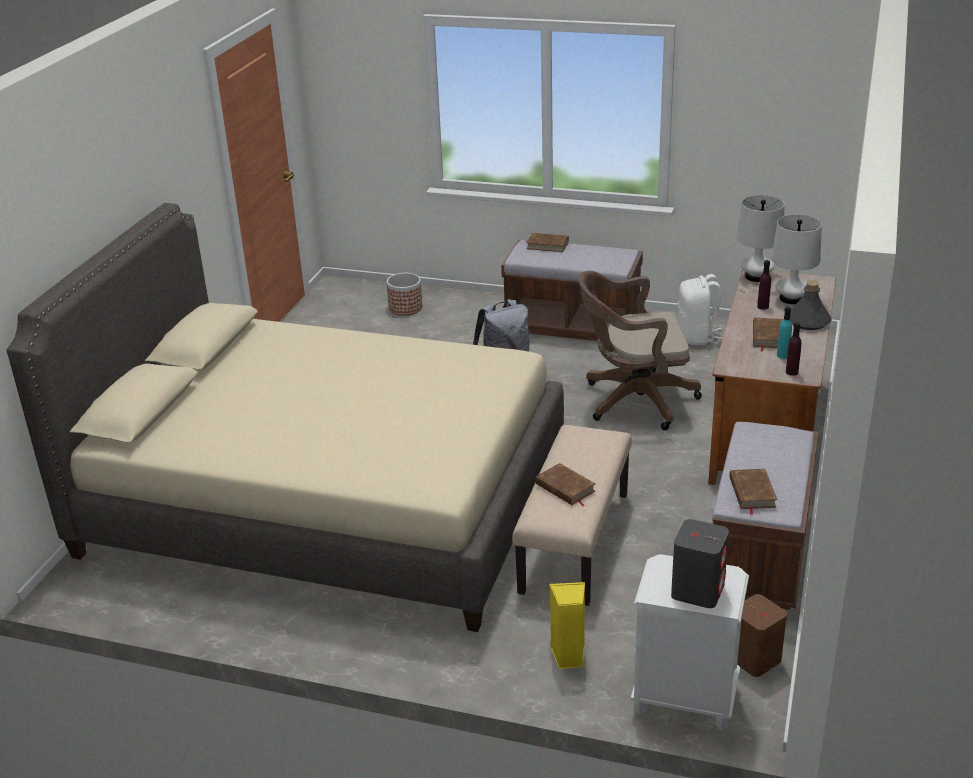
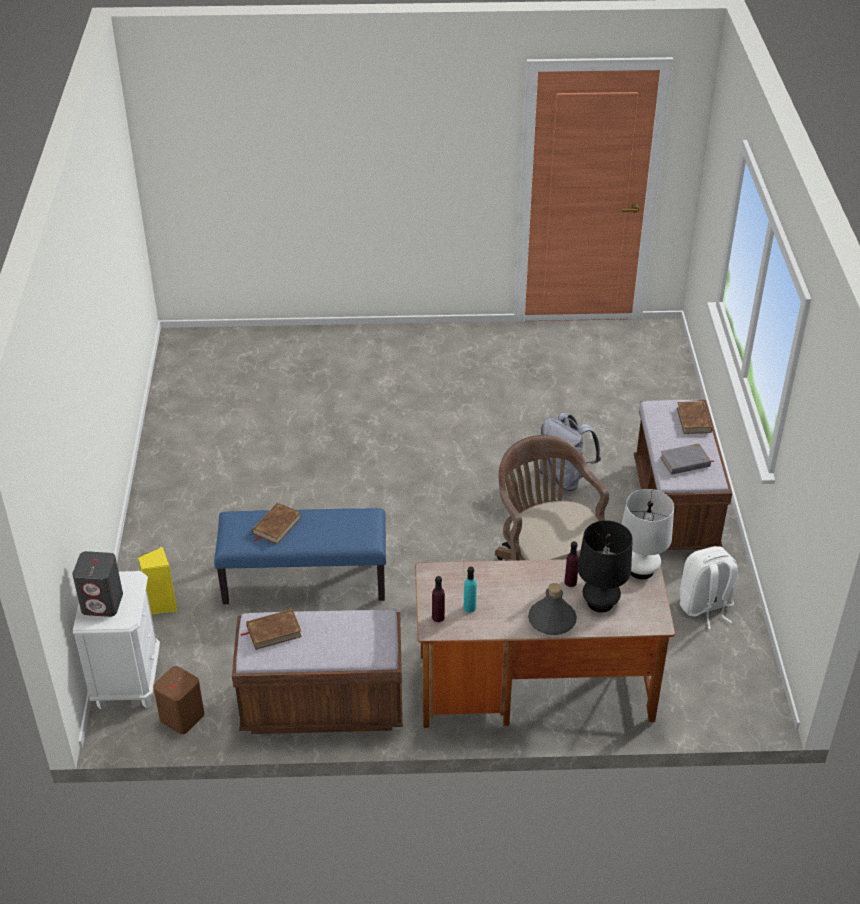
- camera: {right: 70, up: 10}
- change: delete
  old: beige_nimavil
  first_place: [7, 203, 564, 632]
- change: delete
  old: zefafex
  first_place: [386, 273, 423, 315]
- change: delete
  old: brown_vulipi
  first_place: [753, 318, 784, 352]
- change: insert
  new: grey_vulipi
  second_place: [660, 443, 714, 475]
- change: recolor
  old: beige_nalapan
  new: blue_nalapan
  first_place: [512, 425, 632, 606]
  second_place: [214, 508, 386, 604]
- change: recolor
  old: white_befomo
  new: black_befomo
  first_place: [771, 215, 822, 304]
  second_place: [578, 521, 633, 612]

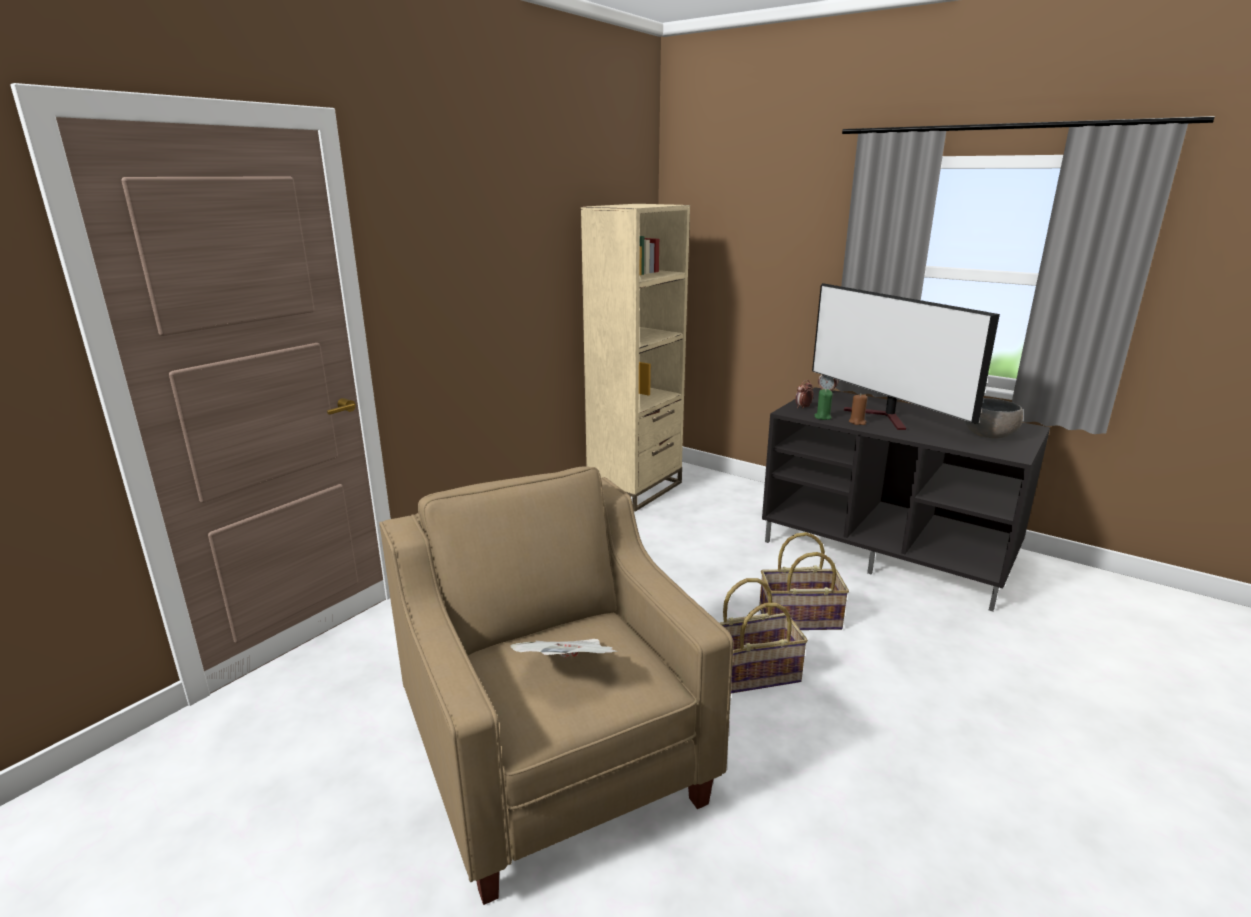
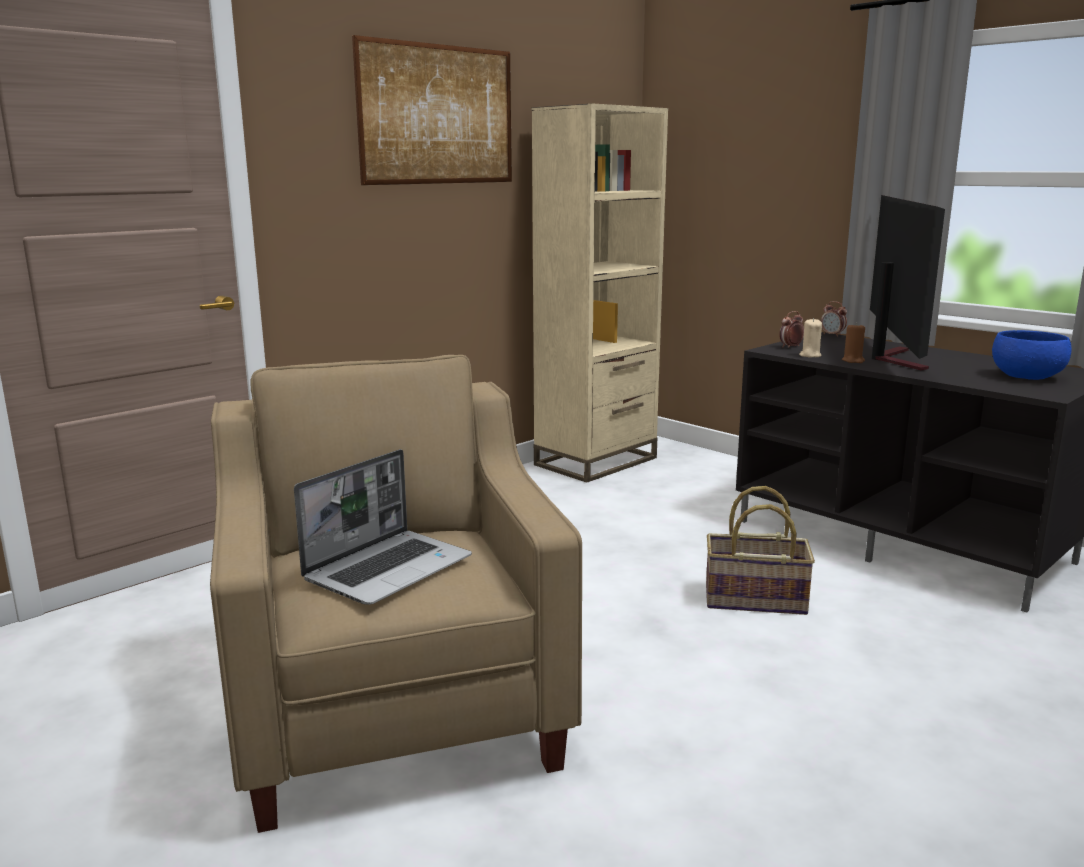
- camera: {right: 10, up: -5}
- change: delete
  old: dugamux
  first_place: [720, 578, 808, 694]
- change: insert
  new: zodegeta
  second_place: [352, 35, 512, 185]
- change: replace
  old: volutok
  new: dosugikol
  first_place: [511, 639, 618, 658]
  second_place: [294, 449, 472, 605]
- change: recolor
  old: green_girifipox
  new: beige_girifipox
  first_place: [814, 389, 833, 420]
  second_place: [799, 318, 822, 358]
- change: recolor
  old: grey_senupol
  new: blue_senupol
  first_place: [965, 398, 1023, 438]
  second_place: [992, 330, 1072, 380]
- change: rotate
  old: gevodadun
  first_place: [812, 283, 1000, 430]
  second_place: [870, 195, 945, 370]
  degrees: -150

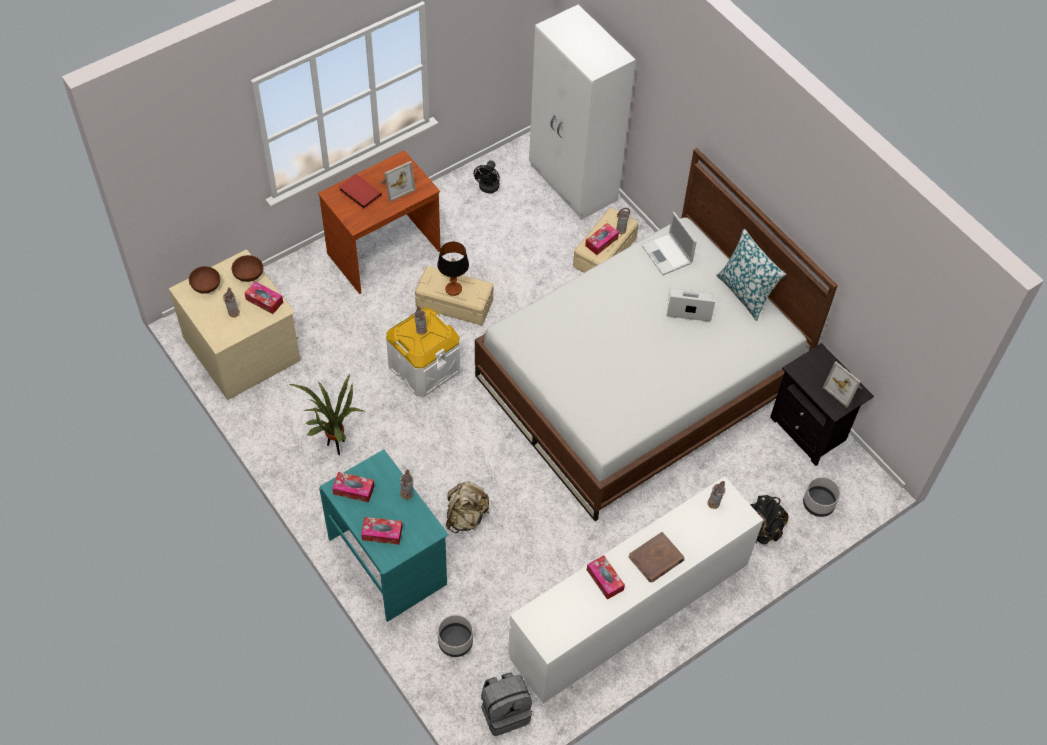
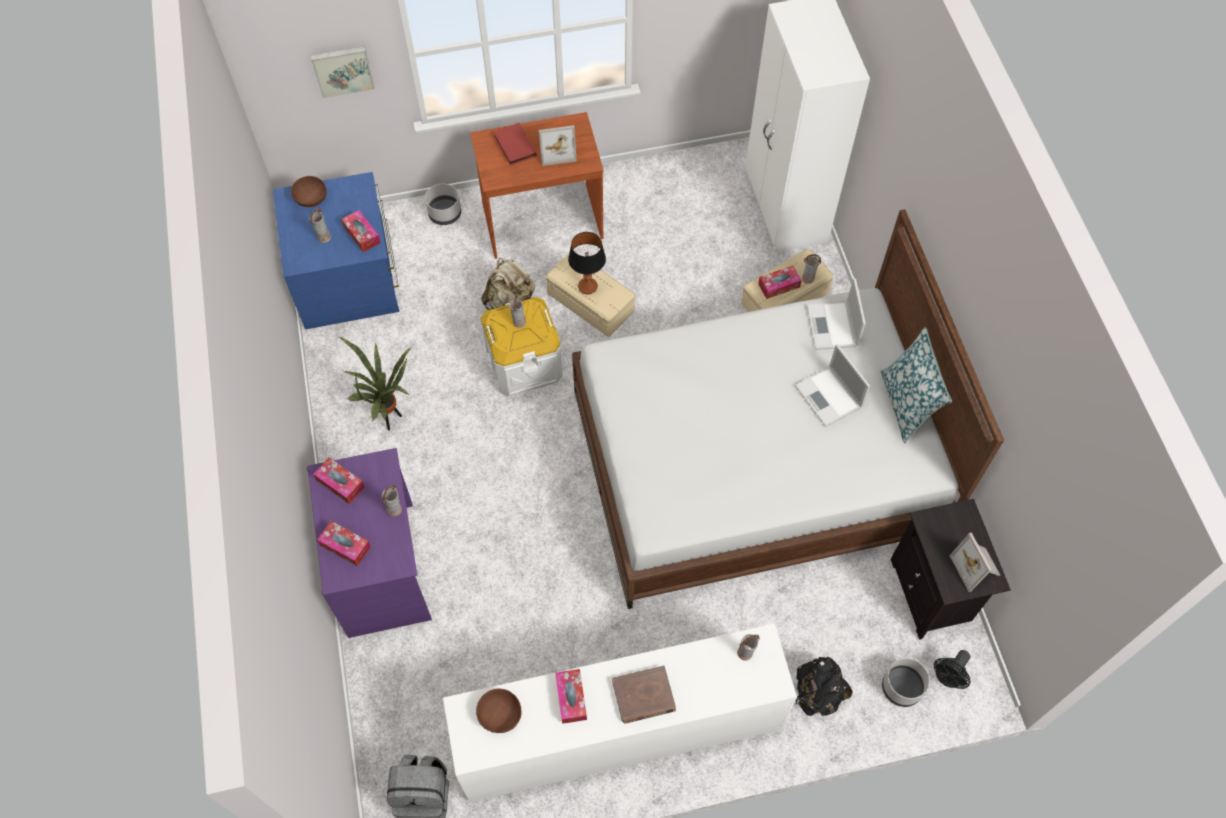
- camera: {right: 25, up: 5}
- change: insert
  new: zodegeta
  second_place: [311, 46, 375, 98]
- change: move
  old: brown_senupol
  first_place: [232, 255, 263, 282]
  second_place: [476, 689, 521, 733]
- change: move
  old: grey_zefafex
  first_place: [438, 615, 473, 657]
  second_place: [425, 184, 461, 225]
- change: move
  old: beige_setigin
  first_place: [446, 481, 489, 533]
  second_place: [481, 258, 535, 310]
- change: move
  old: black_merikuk
  first_place: [474, 160, 500, 193]
  second_place: [934, 650, 971, 689]
- change: recolor
  old: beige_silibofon
  new: blue_silibofon
  first_place: [169, 249, 301, 400]
  second_place: [273, 172, 400, 330]
- change: recolor
  old: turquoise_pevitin
  new: purple_pevitin
  first_place: [319, 449, 449, 622]
  second_place: [306, 448, 432, 638]
- change: rotate
  old: dosugikol
  first_place: [667, 288, 716, 322]
  second_place: [795, 344, 870, 427]
  degrees: -150

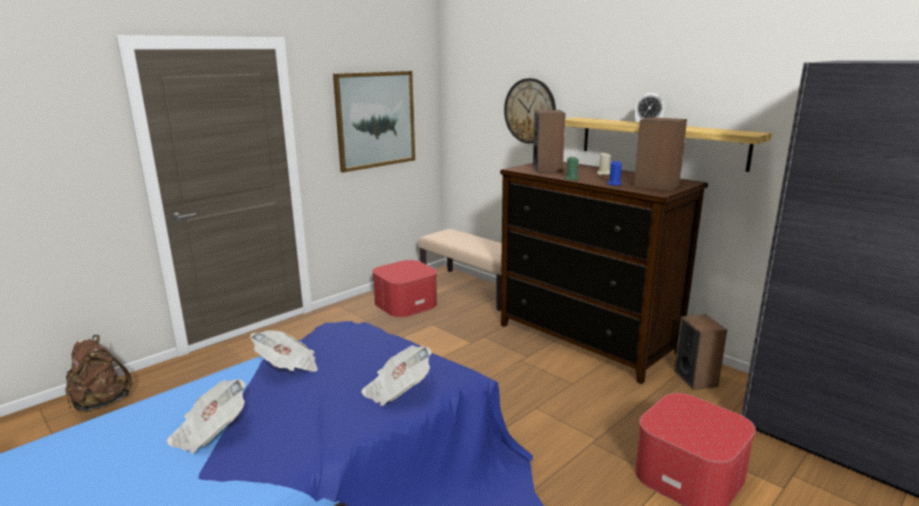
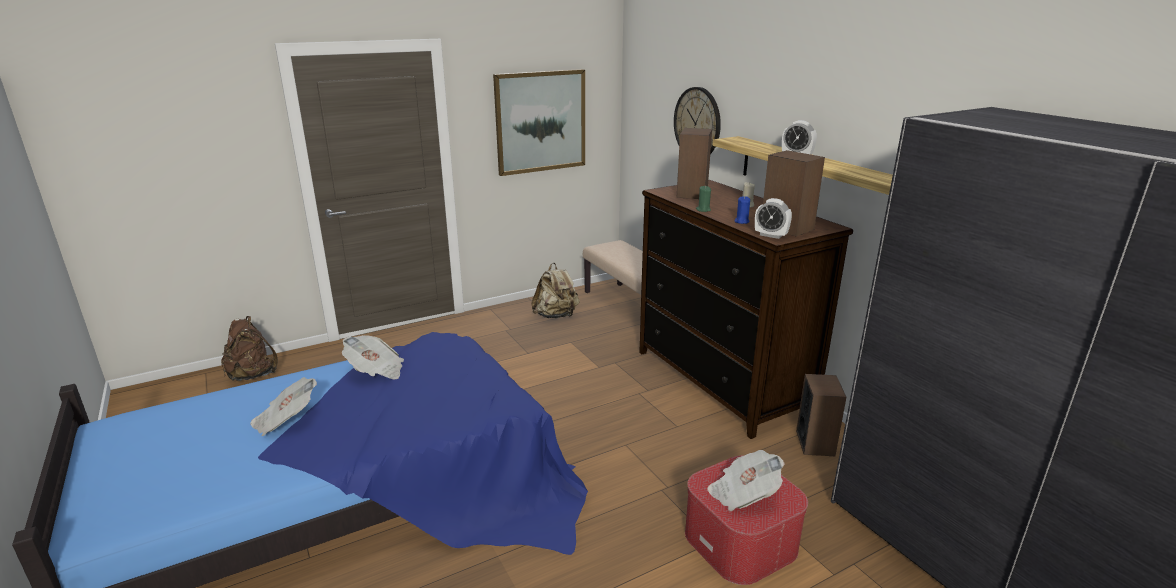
- camera: {right: 15, up: 5}
- change: insert
  new: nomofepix
  second_place: [755, 198, 792, 239]
- change: move
  old: volutok
  first_place: [361, 345, 432, 406]
  second_place: [707, 450, 785, 511]
- change: replace
  old: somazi
  new: beige_setigin
  first_place: [372, 260, 437, 318]
  second_place: [531, 263, 580, 318]

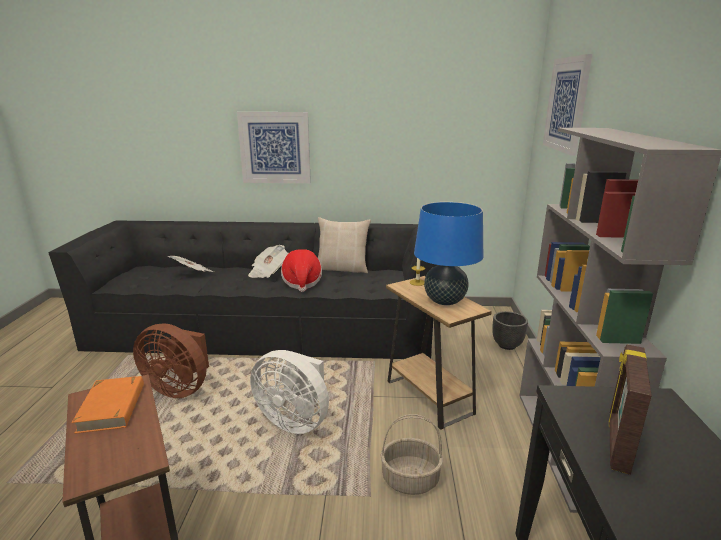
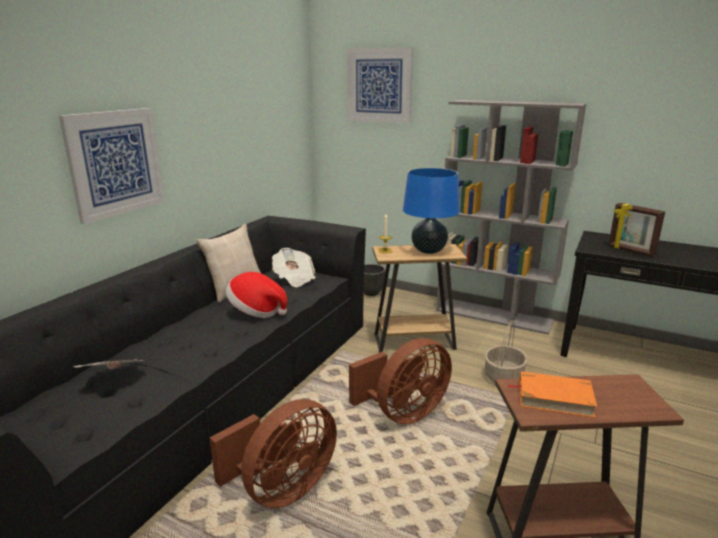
- camera: {right: -65, up: 0}
- change: move
  old: volutok
  first_place: [248, 245, 289, 278]
  second_place: [272, 248, 316, 287]
- change: recolor
  old: white_merikuk
  new: brown_merikuk
  first_place: [250, 350, 329, 434]
  second_place: [349, 338, 452, 424]

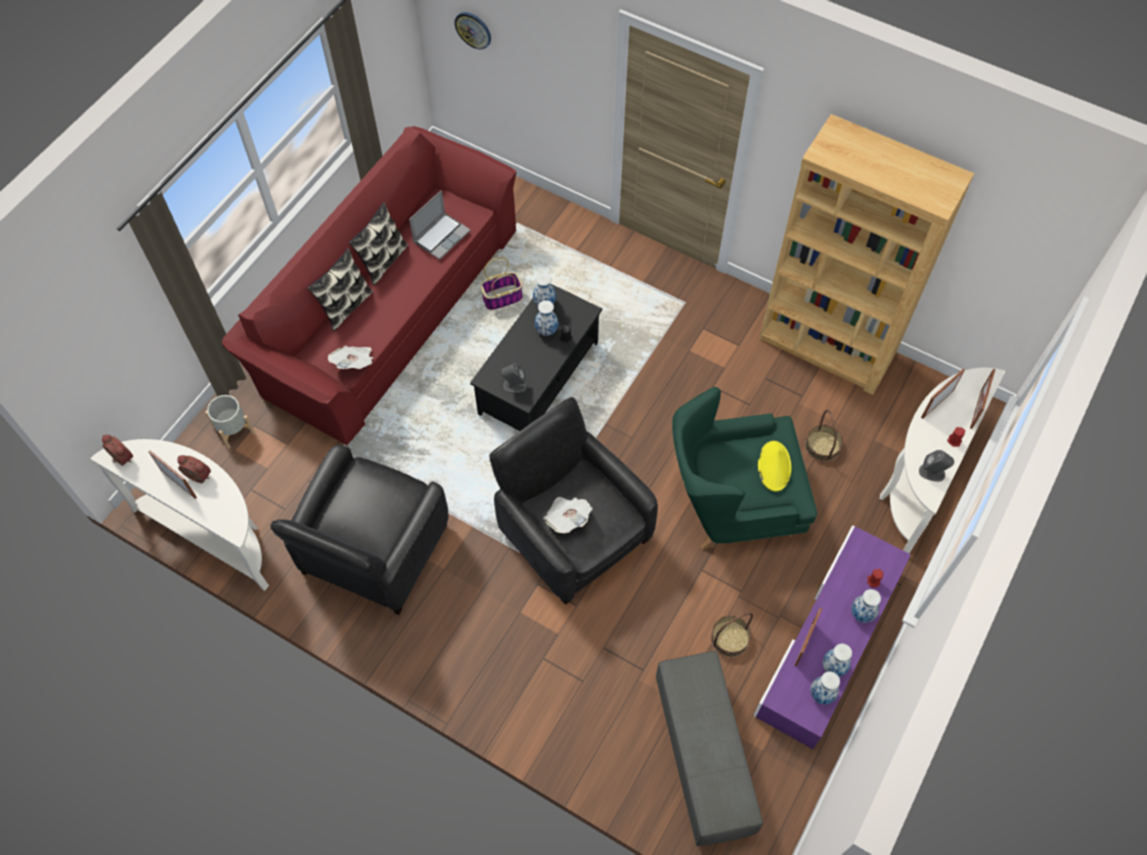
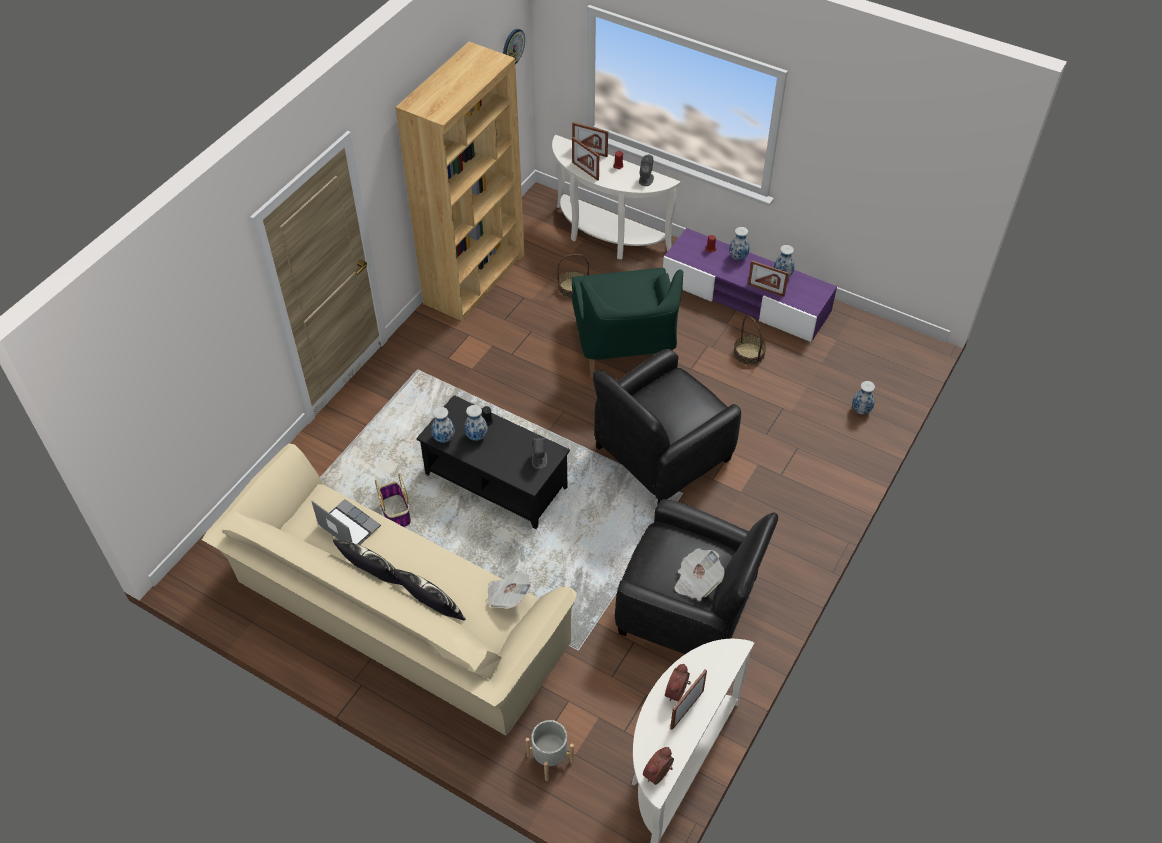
- camera: {right: -90, up: -10}
- change: delete
  old: grey_somazi
  first_place: [656, 651, 763, 846]
- change: delete
  old: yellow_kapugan
  first_place: [758, 441, 791, 491]
- change: move
  old: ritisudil
  first_place: [454, 12, 491, 49]
  second_place: [503, 29, 525, 64]
- change: move
  old: volutok
  first_place: [543, 497, 592, 533]
  second_place: [674, 548, 724, 601]
- change: move
  old: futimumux
  first_place: [810, 671, 840, 705]
  second_place: [852, 381, 875, 414]
- change: recolor
  old: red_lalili
  new: beige_lalili
  first_place: [221, 126, 517, 445]
  second_place: [202, 443, 577, 736]

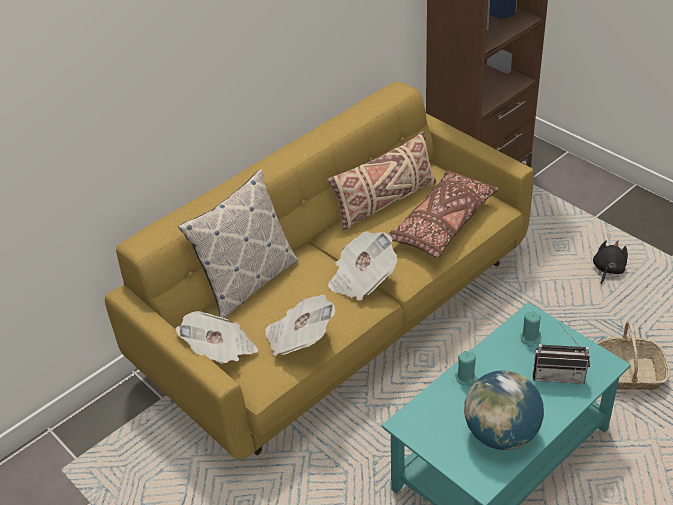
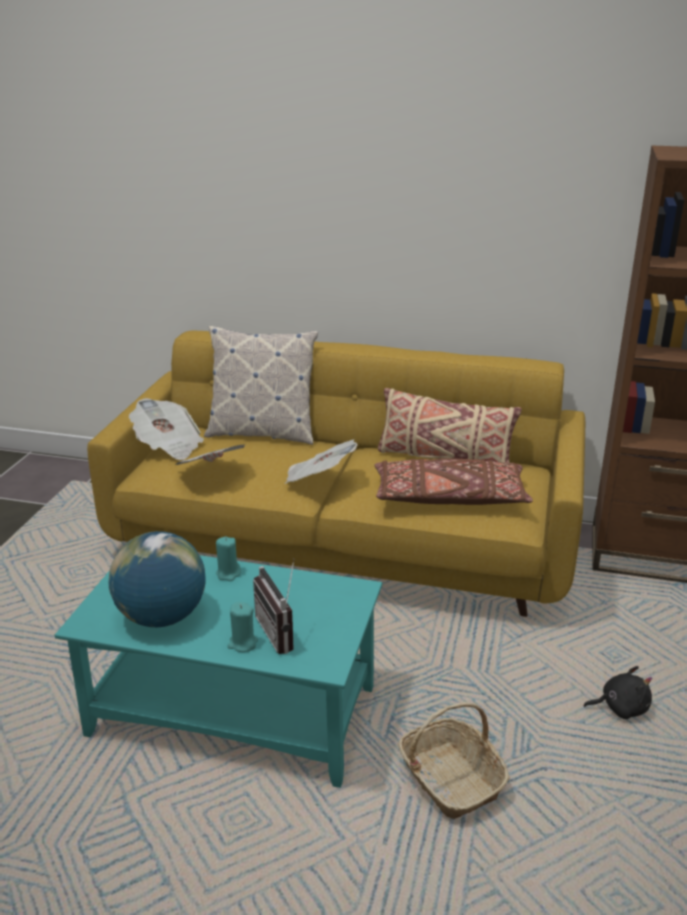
- camera: {right: 55, up: -15}
- change: move
  old: turquoise_girifipox
  first_place: [520, 311, 541, 347]
  second_place: [228, 602, 258, 652]

